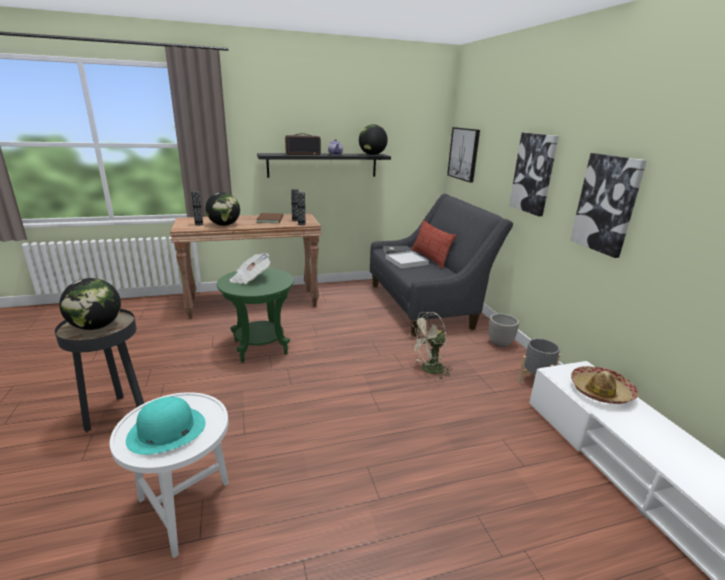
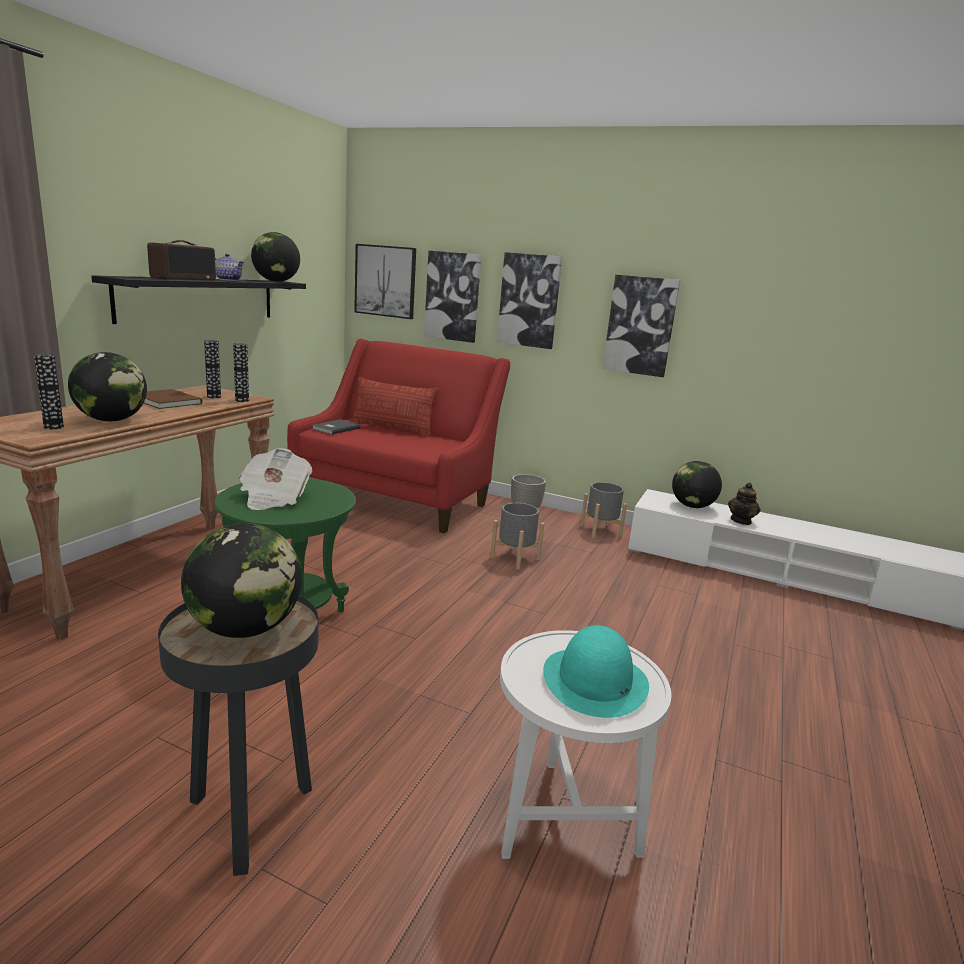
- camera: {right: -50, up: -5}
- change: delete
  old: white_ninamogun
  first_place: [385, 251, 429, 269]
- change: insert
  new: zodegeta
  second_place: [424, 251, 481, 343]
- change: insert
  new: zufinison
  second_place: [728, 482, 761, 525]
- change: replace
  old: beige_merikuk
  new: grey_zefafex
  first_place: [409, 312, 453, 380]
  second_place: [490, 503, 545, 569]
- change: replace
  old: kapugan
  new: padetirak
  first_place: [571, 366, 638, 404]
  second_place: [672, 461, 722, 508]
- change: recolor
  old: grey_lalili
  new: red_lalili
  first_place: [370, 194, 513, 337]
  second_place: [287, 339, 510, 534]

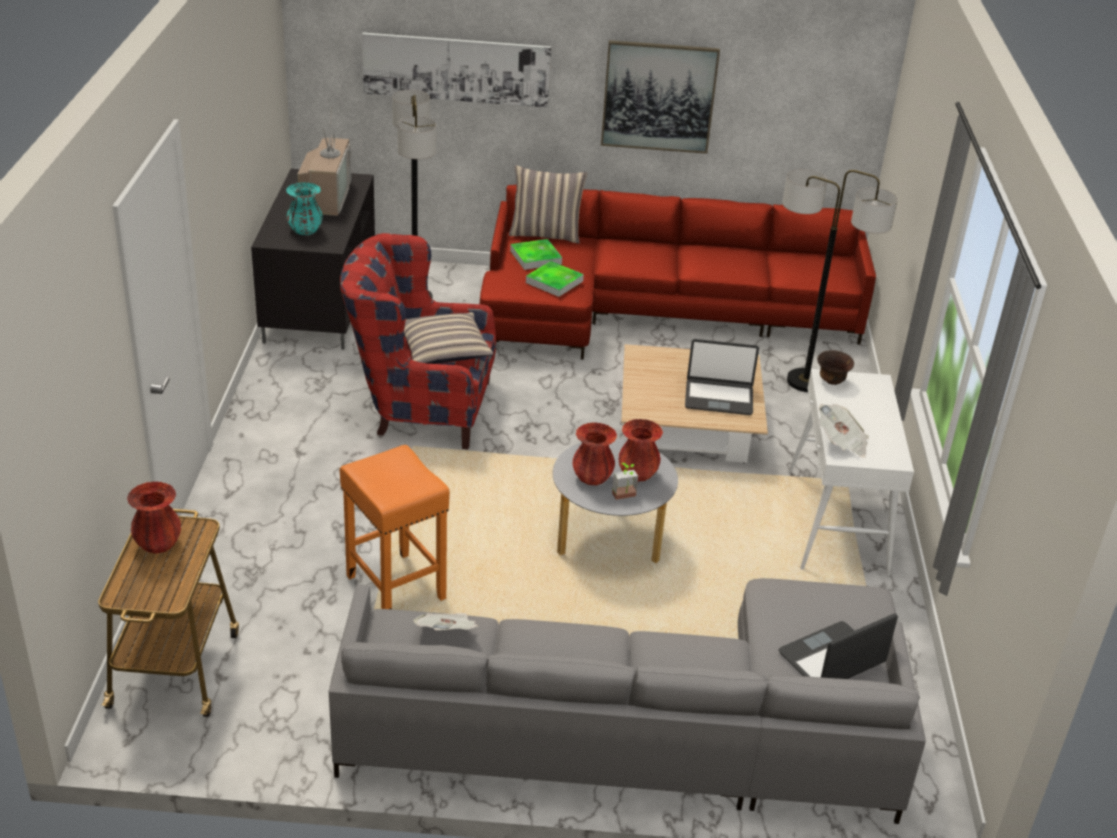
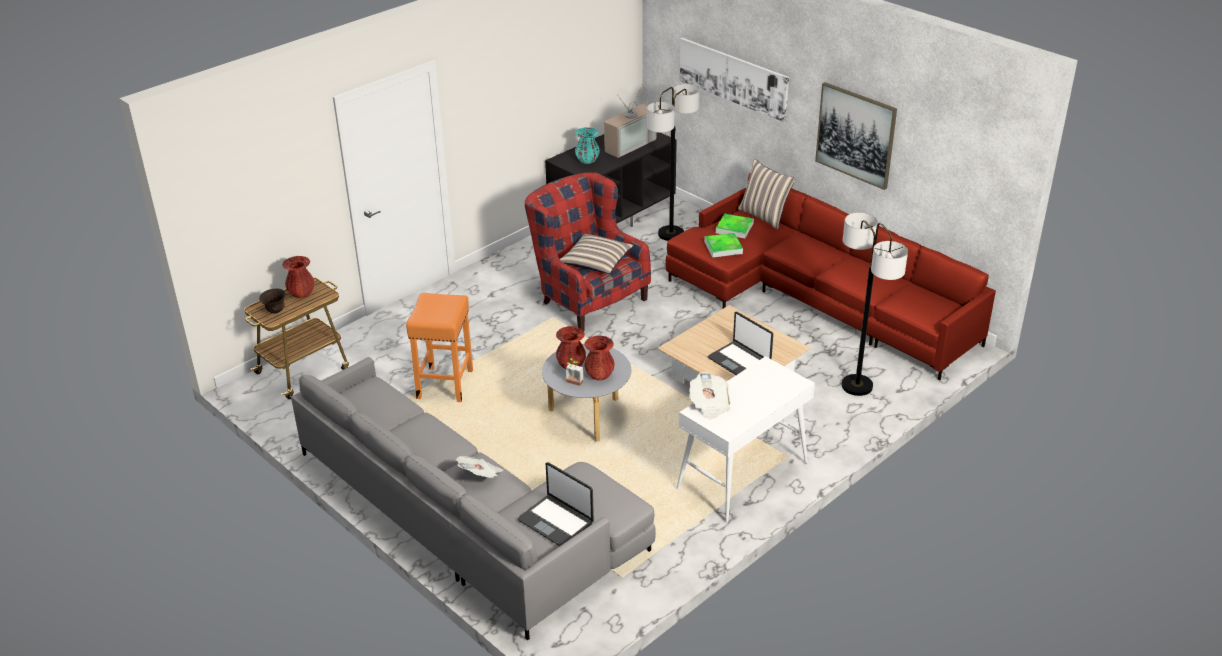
- camera: {right: 45, up: 0}
- change: move
  old: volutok
  first_place: [413, 613, 478, 630]
  second_place: [456, 456, 503, 478]
- change: move
  old: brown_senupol
  first_place: [817, 350, 854, 385]
  second_place: [259, 288, 286, 313]
- change: rotate
  old: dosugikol
  first_place: [779, 613, 898, 679]
  second_place: [518, 462, 594, 546]
  degrees: -150

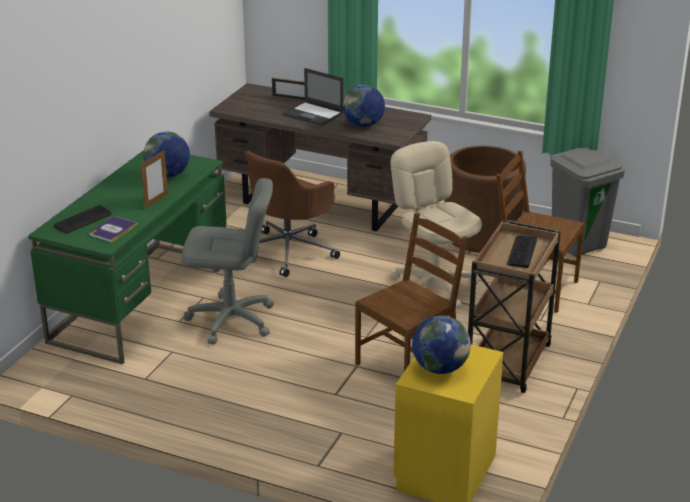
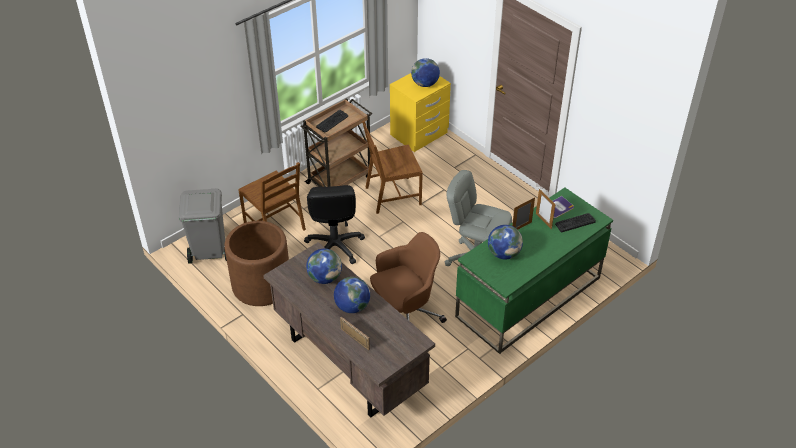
- camera: {right: -155, up: 15}
- change: insert
  new: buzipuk
  second_place: [536, 189, 556, 229]
- change: replace
  old: dosugikol
  new: padetirak
  first_place: [283, 68, 344, 126]
  second_place: [334, 277, 370, 313]
- change: recolor
  old: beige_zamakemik
  new: black_zamakemik
  first_place: [390, 141, 482, 309]
  second_place: [304, 185, 365, 264]

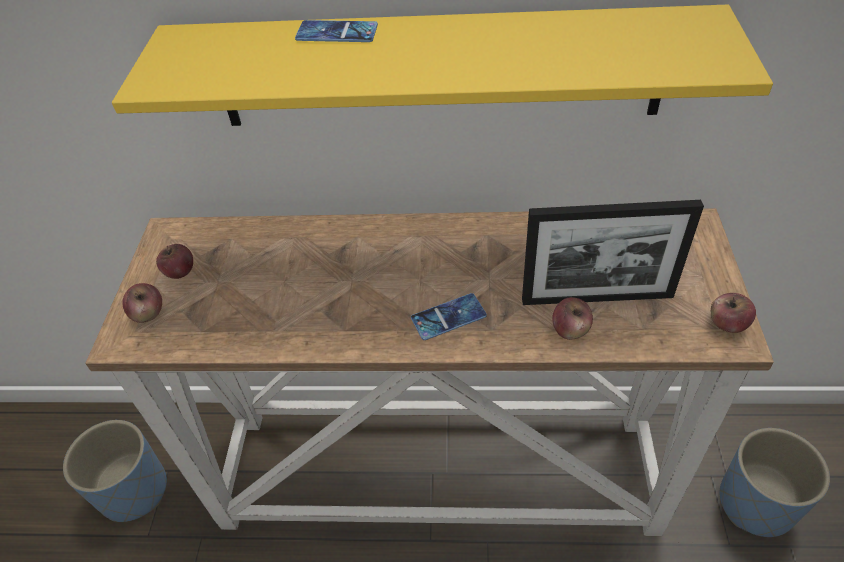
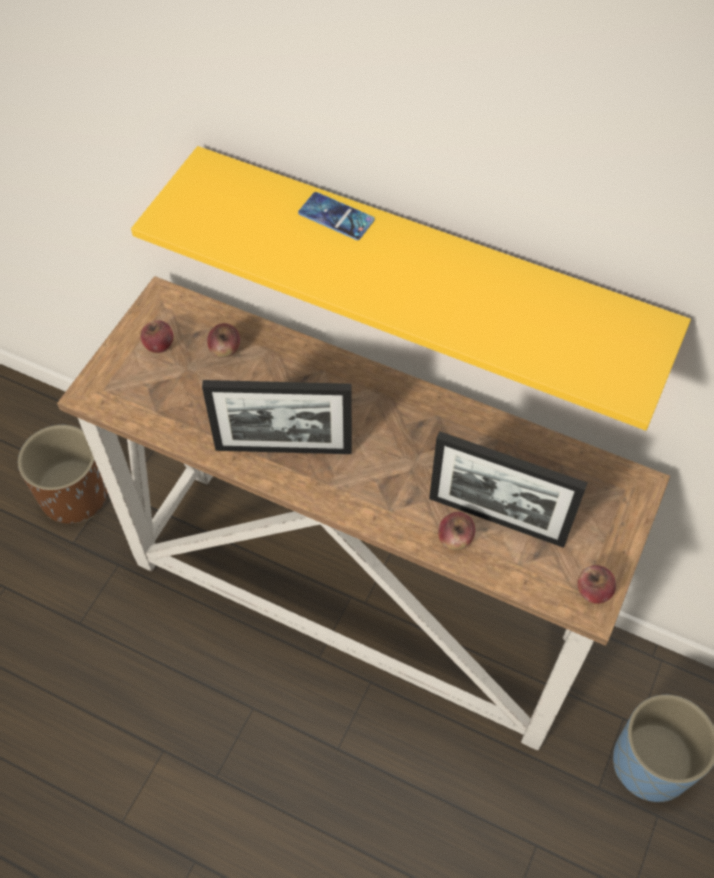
- camera: {right: 20, up: 10}
- change: delete
  old: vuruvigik
  first_place: [411, 293, 487, 340]
- change: insert
  new: buzipuk
  second_place: [202, 380, 352, 454]
- change: move
  old: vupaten
  first_place: [122, 283, 162, 323]
  second_place: [207, 323, 240, 358]
- change: recolor
  old: blue_zefafex
  new: brown_zefafex
  first_place: [63, 420, 167, 522]
  second_place: [18, 425, 107, 523]

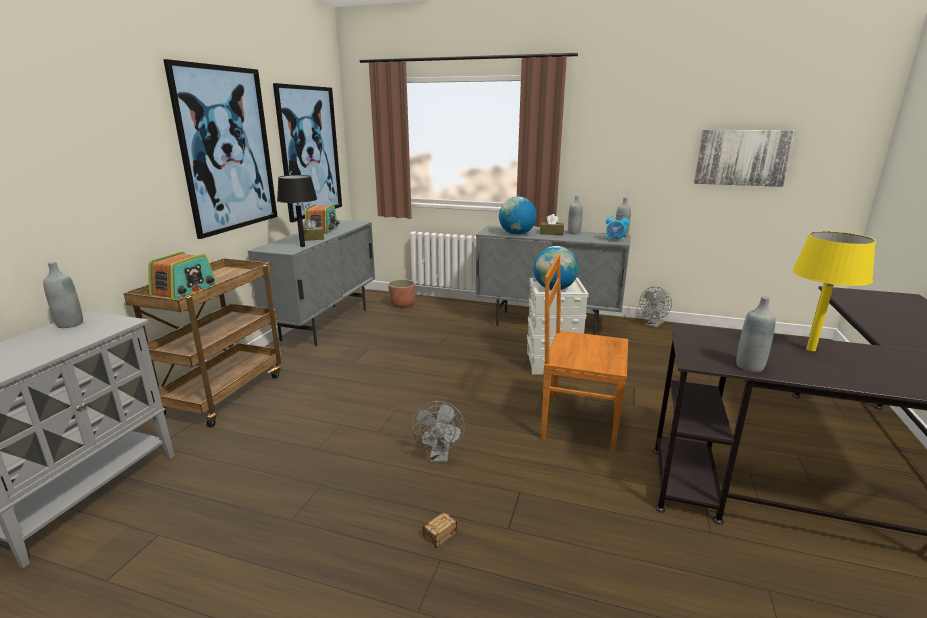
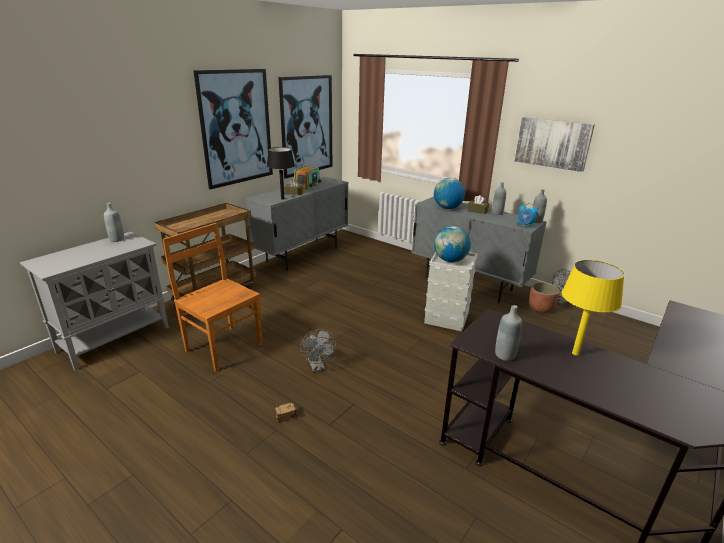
- camera: {right: 20, up: 5}
- change: delete
  old: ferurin
  first_place: [148, 252, 217, 299]
- change: move
  old: zefafex
  first_place: [388, 279, 415, 308]
  second_place: [529, 282, 560, 313]
- change: move
  old: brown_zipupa
  first_place: [541, 255, 628, 453]
  second_place: [163, 223, 262, 372]
- change: move
  old: zodegeta
  first_place: [694, 130, 796, 187]
  second_place: [515, 117, 595, 172]
- change: rotate
  old: grey_merikuk
  first_place: [411, 401, 465, 463]
  second_place: [300, 329, 336, 372]
  degrees: -45

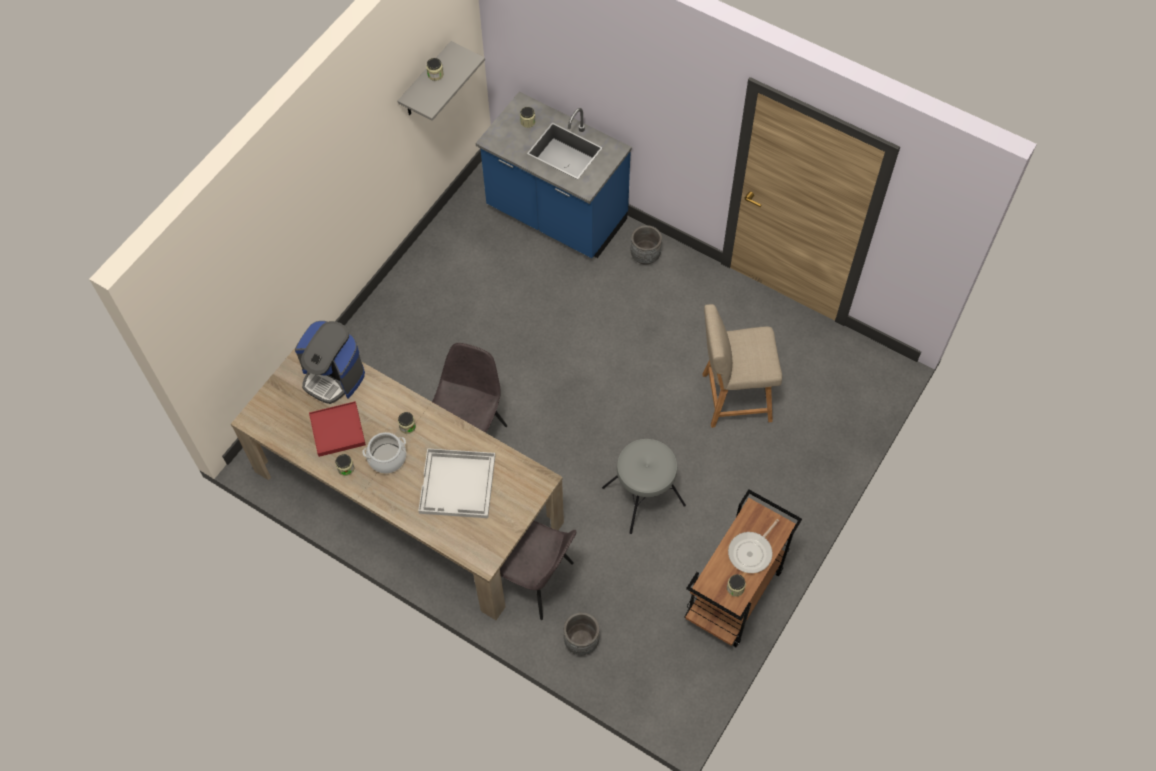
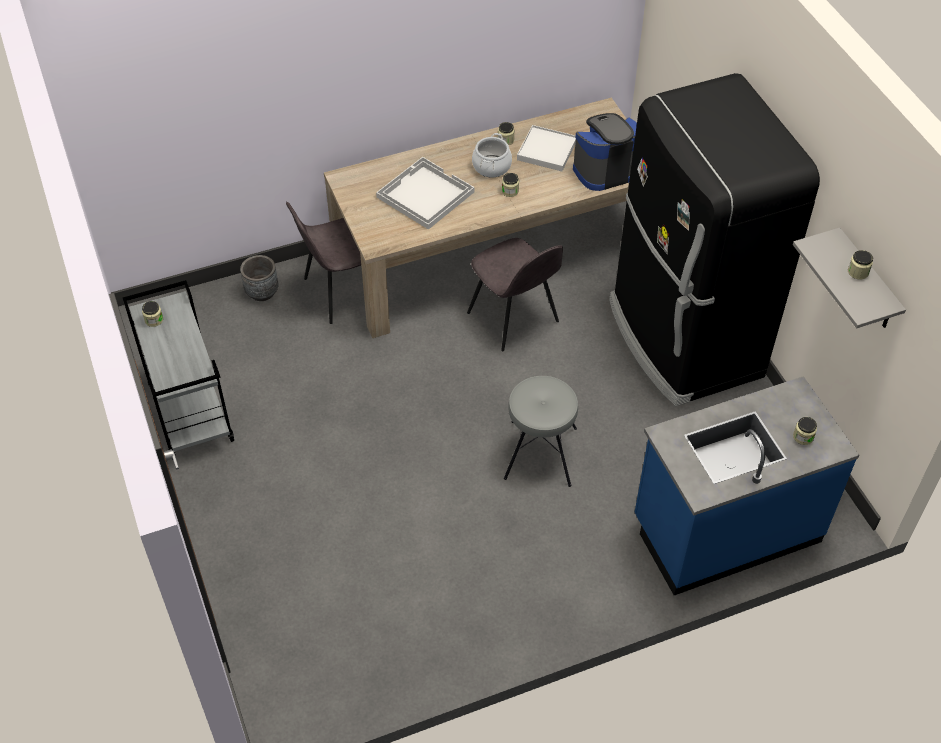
- camera: {right: 125, up: -10}
- change: delete
  old: grey_zefafex
  first_place: [631, 225, 662, 265]
- change: delete
  old: beige_zipupa
  first_place: [702, 304, 782, 428]
- change: delete
  old: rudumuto
  first_place: [728, 519, 779, 573]
- change: insert
  new: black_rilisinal
  second_place: [609, 73, 820, 406]
- change: move
  old: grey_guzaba
  first_place: [602, 439, 686, 534]
  second_place: [504, 376, 578, 487]
- change: recolor
  old: red_ninamogun
  new: white_ninamogun
  first_place: [309, 401, 366, 457]
  second_place: [517, 125, 576, 171]
- change: recolor
  old: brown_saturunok
  new: grey_saturunok
  first_place: [684, 489, 802, 647]
  second_place: [123, 280, 234, 460]

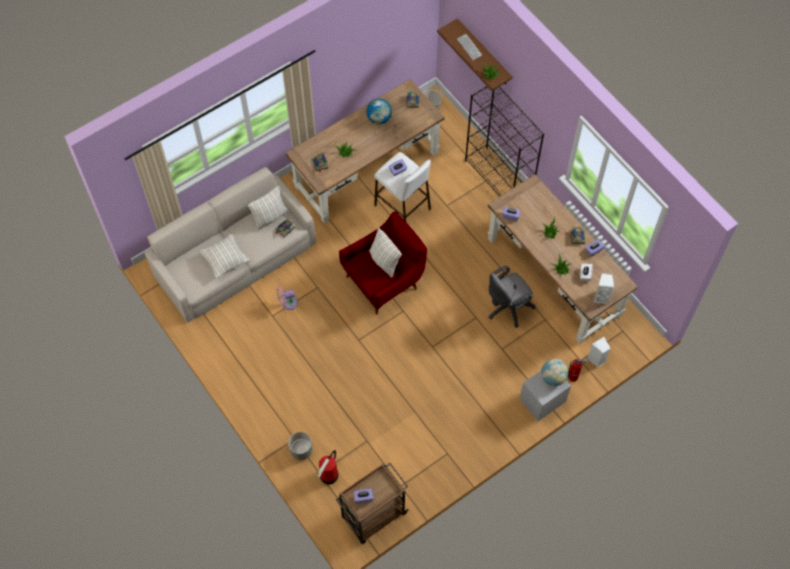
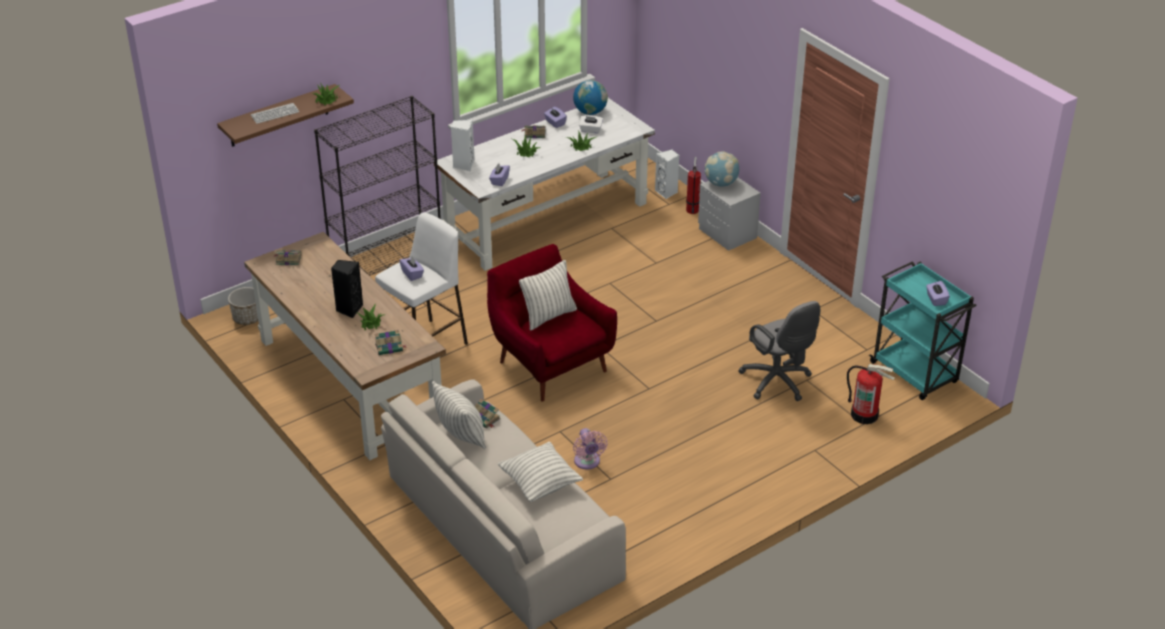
- camera: {right: -90, up: -25}
- change: delete
  old: grey_zefafex
  first_place: [288, 432, 313, 460]
- change: insert
  new: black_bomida
  second_place: [331, 260, 363, 318]
- change: move
  old: padetirak
  first_place: [366, 99, 392, 124]
  second_place: [573, 80, 608, 115]
- change: move
  old: grey_zamakemik
  first_place: [488, 266, 536, 328]
  second_place: [738, 301, 820, 401]
- change: move
  old: white_bomida
  first_place: [593, 273, 614, 304]
  second_place: [451, 120, 475, 171]
- change: recolor
  old: brown_saturunok
  new: turquoise_saturunok
  first_place: [336, 462, 408, 544]
  second_place: [869, 261, 977, 400]
- change: recolor
  old: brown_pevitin
  new: white_pevitin
  first_place: [487, 174, 638, 344]
  second_place: [434, 98, 655, 271]

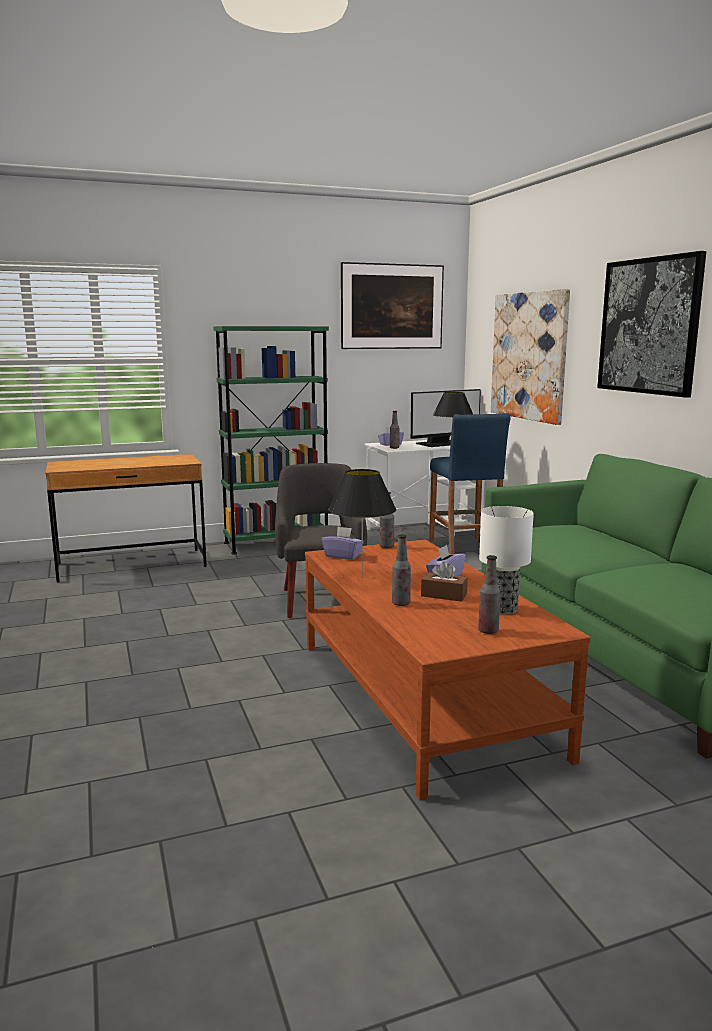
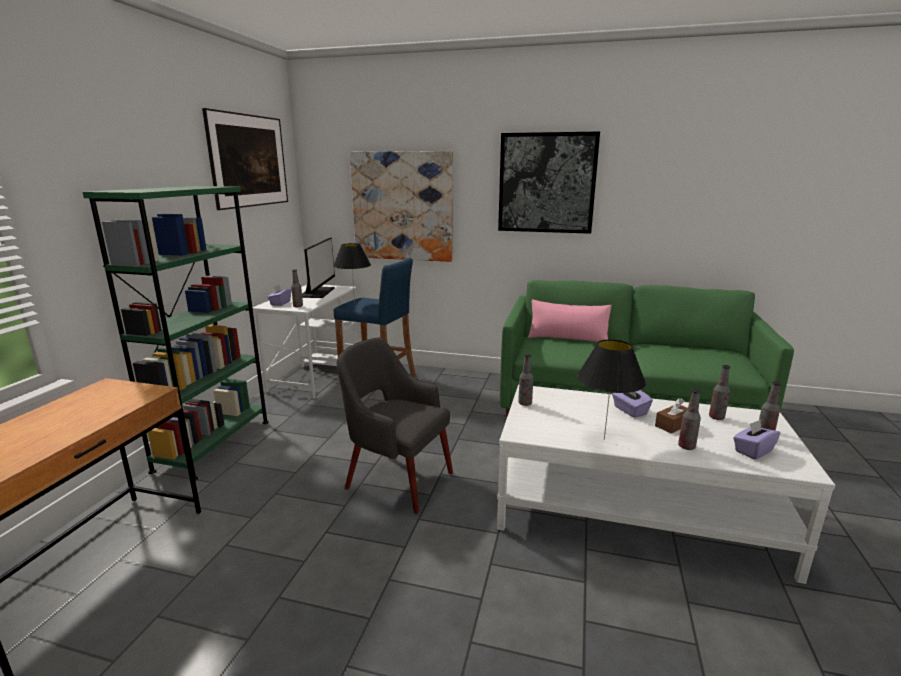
- camera: {right: -55, up: 5}
- change: insert
  new: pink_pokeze
  second_place: [528, 299, 612, 342]
- change: move
  old: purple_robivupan
  first_place: [322, 527, 364, 560]
  second_place: [733, 419, 780, 460]
- change: replace
  old: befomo
  new: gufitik
  first_place: [479, 506, 534, 615]
  second_place: [709, 365, 730, 420]
- change: recolor
  old: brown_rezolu
  new: white_rezolu
  first_place: [305, 539, 591, 801]
  second_place: [497, 385, 835, 584]

